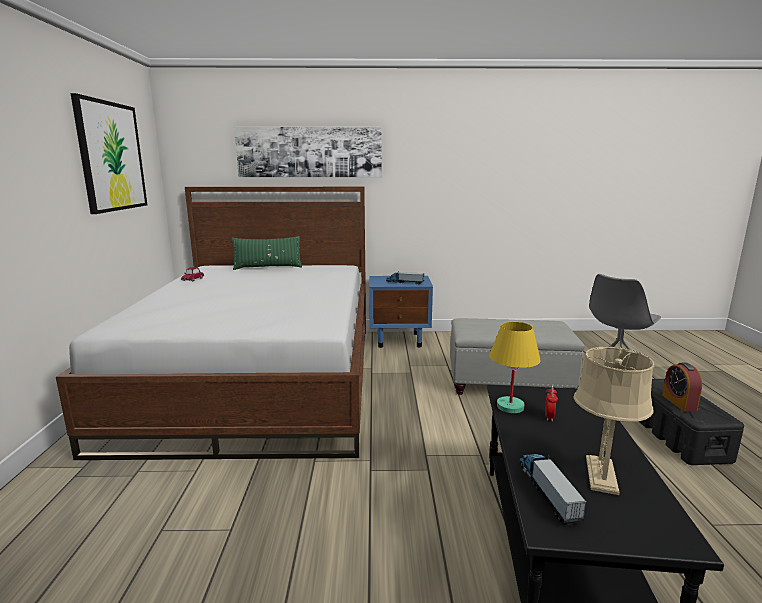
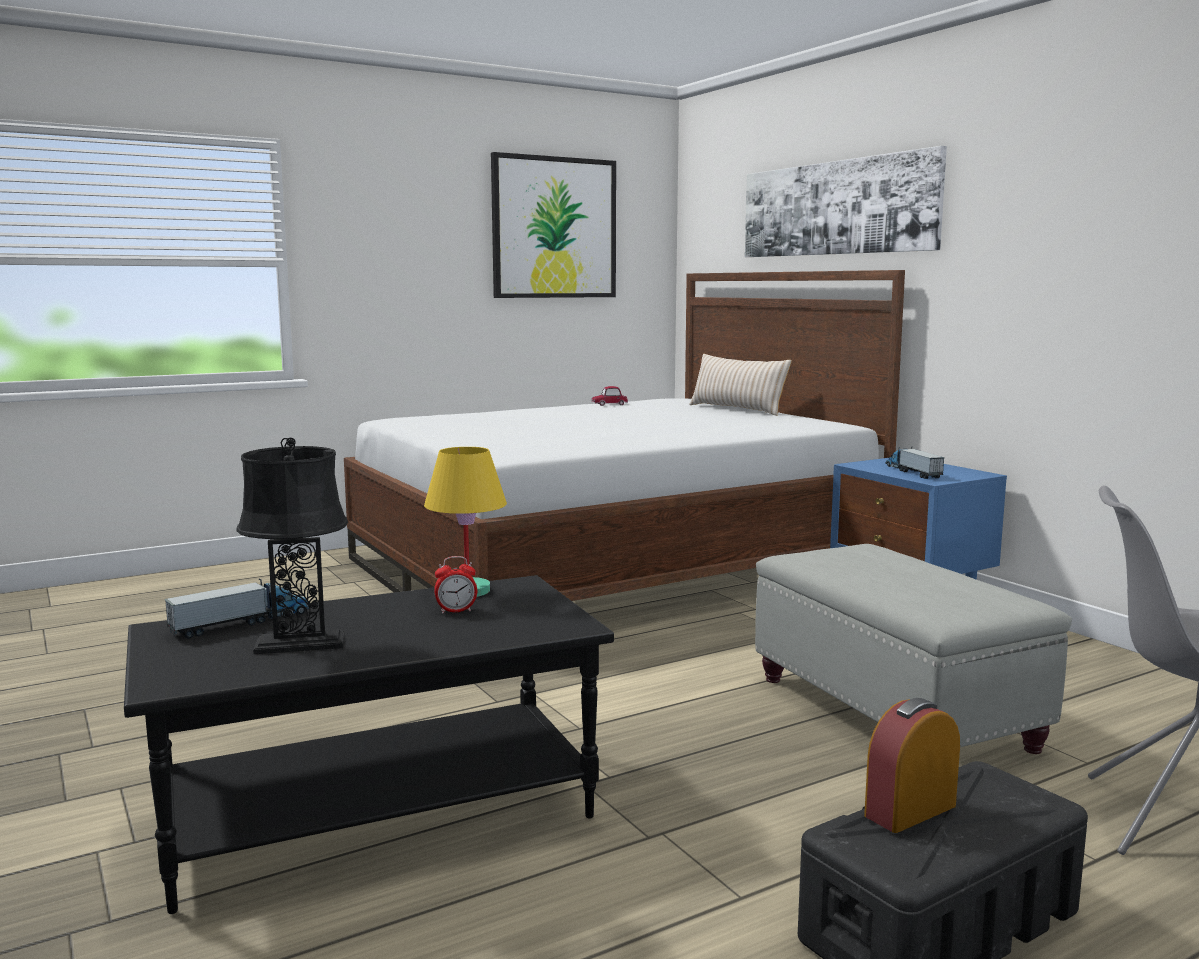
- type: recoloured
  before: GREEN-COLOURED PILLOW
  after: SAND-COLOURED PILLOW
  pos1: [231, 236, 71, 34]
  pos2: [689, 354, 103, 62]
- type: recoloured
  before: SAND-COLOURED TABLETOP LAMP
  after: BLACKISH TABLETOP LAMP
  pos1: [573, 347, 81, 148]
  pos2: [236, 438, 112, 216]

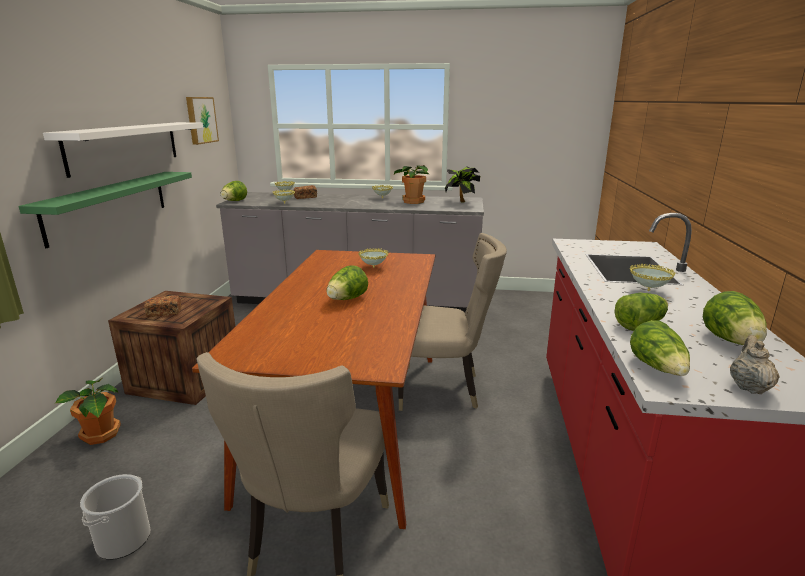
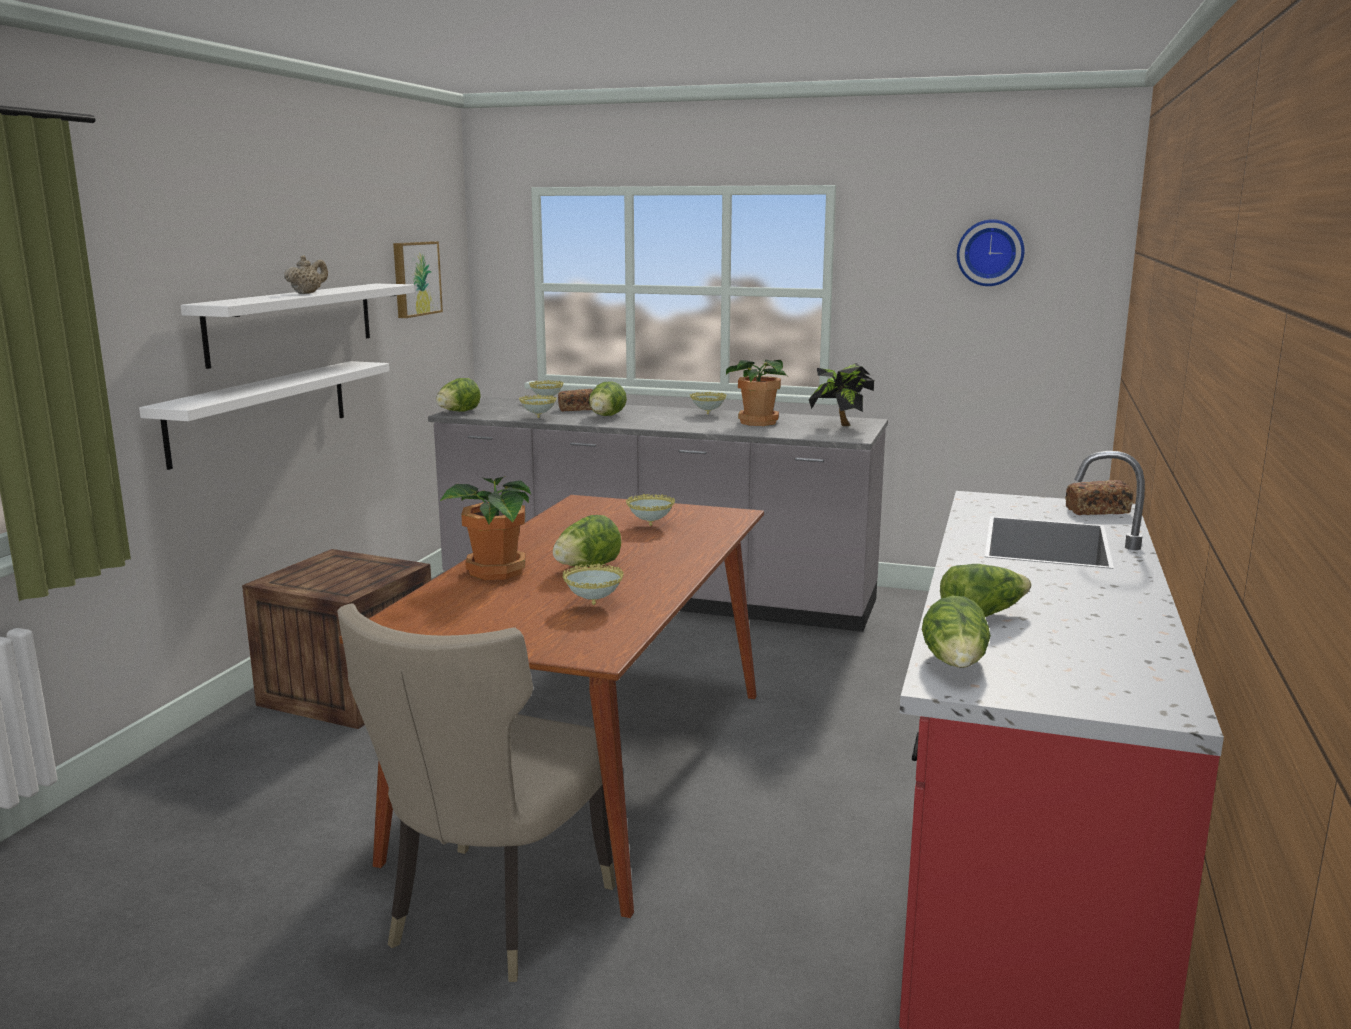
- type: recoloured
  before: GREEN-COLOURED SHELF
  after: WHITISH SHELF
  pos1: [19, 172, 173, 76]
  pos2: [139, 361, 250, 109]
- type: moved
  before: POTTED PLANT
  pos1: [55, 378, 66, 67]
  pos2: [440, 476, 91, 104]
- type: removed
  before: WATER BUCKET
  pos1: [80, 474, 71, 86]
- type: moved
  before: BAKED BREAD
  pos1: [144, 295, 37, 22]
  pos2: [1065, 480, 68, 35]
- type: removed
  before: SAND-COLOURED CHAIR
  pos1: [398, 233, 109, 178]
- type: moved
  before: BOWL
  pos1: [630, 264, 45, 27]
  pos2: [562, 563, 62, 42]
- type: moved
  before: LETTUCE
  pos1: [703, 291, 64, 54]
  pos2: [589, 381, 38, 35]
- type: moved
  before: SAND-COLOURED TEA POT
  pos1: [730, 335, 50, 59]
  pos2: [284, 255, 44, 39]
- type: added
  after: HANGING CLOCK
  pos2: [957, 219, 67, 67]

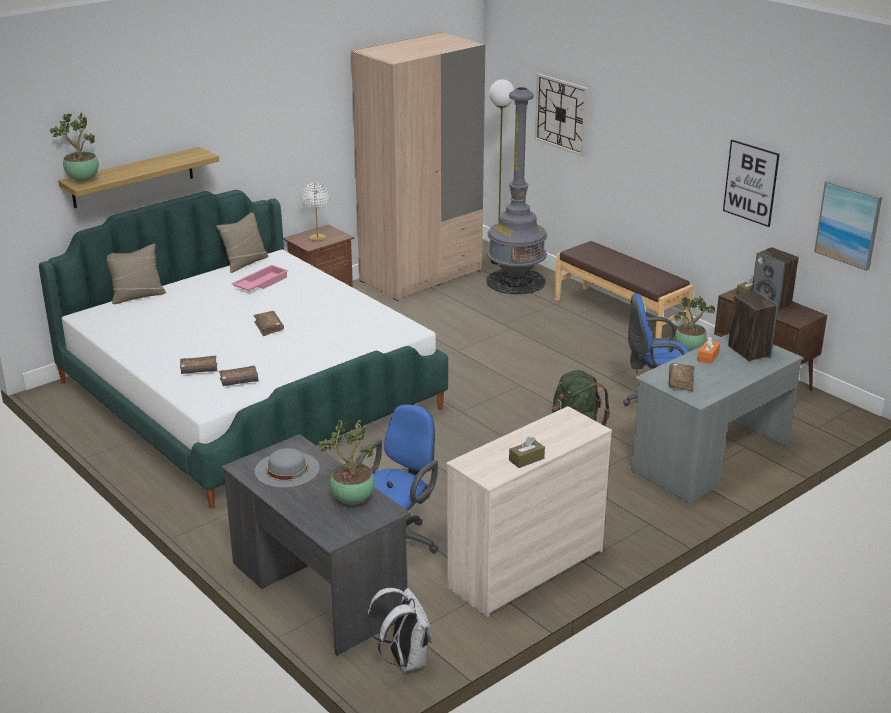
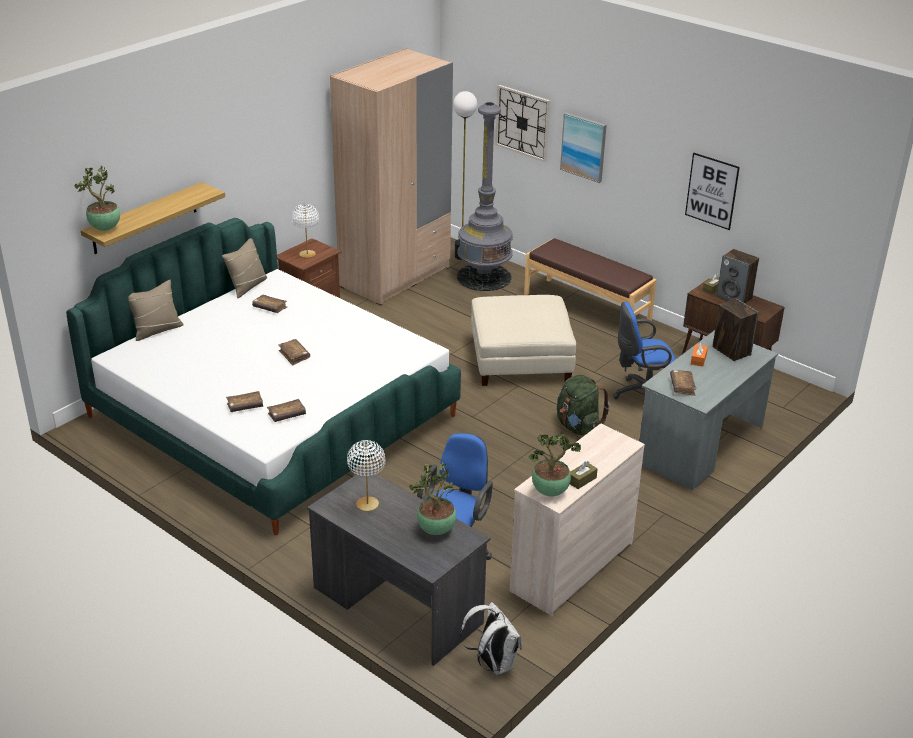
- type: replaced
  before: PINK-COLOURED SERVING TRAY
  after: BROWN BOOK
  pos1: [231, 265, 57, 26]
  pos2: [252, 295, 35, 18]
- type: replaced
  before: GREYISH CLOTHING HAT
  after: WHITISH TABLETOP LAMP
  pos1: [255, 448, 65, 40]
  pos2: [347, 440, 39, 72]
- type: moved
  before: POTTED PLANT
  pos1: [674, 296, 41, 55]
  pos2: [529, 433, 52, 64]
- type: moved
  before: PICTURE
  pos1: [814, 180, 68, 91]
  pos2: [560, 112, 47, 71]
- type: added
  after: SAND-COLOURED OTTOMAN
  pos2: [471, 295, 105, 91]

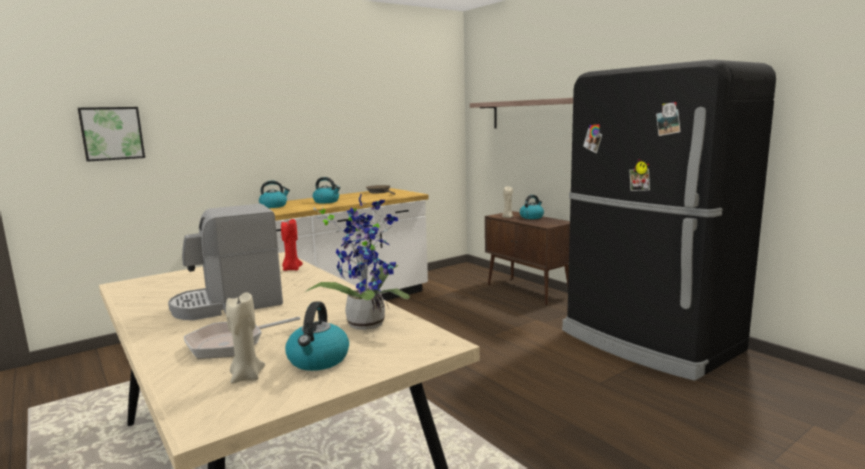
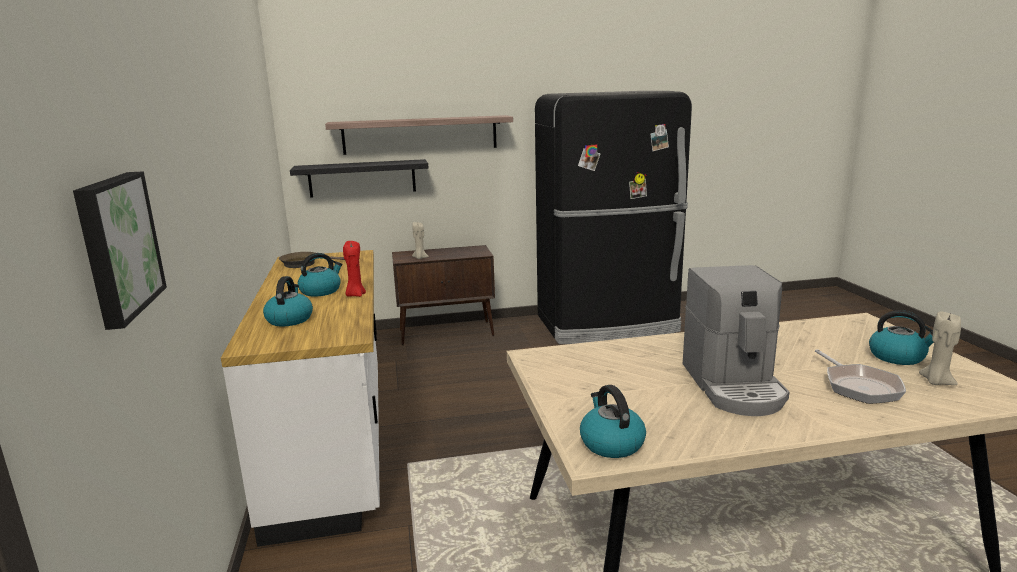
- type: moved
  before: REDDISH WAX LIGHT
  pos1: [281, 219, 22, 52]
  pos2: [343, 241, 23, 56]
- type: removed
  before: POTTED PLANT
  pos1: [304, 194, 106, 136]
- type: moved
  before: TEA KETTLE
  pos1: [520, 195, 24, 24]
  pos2: [580, 385, 66, 73]
- type: added
  after: BLACKISH SHELF
  pos2: [290, 159, 139, 39]

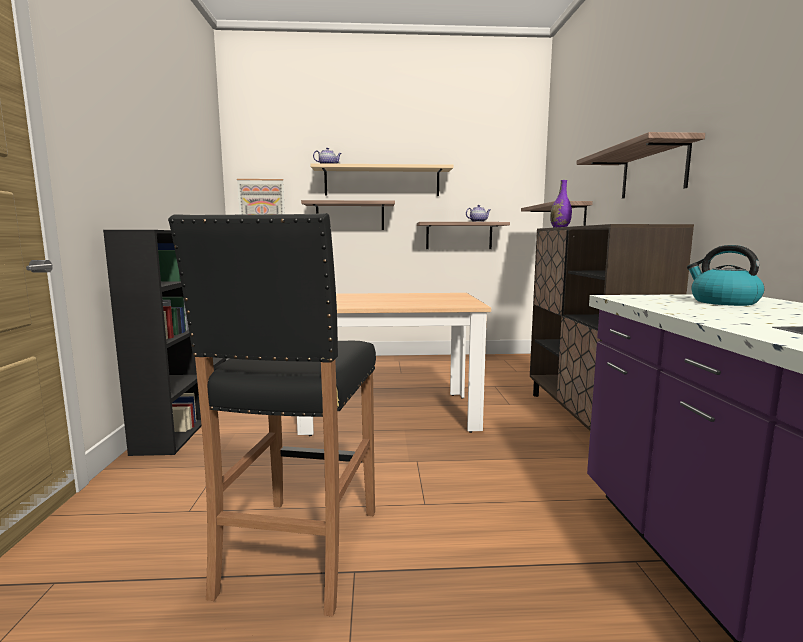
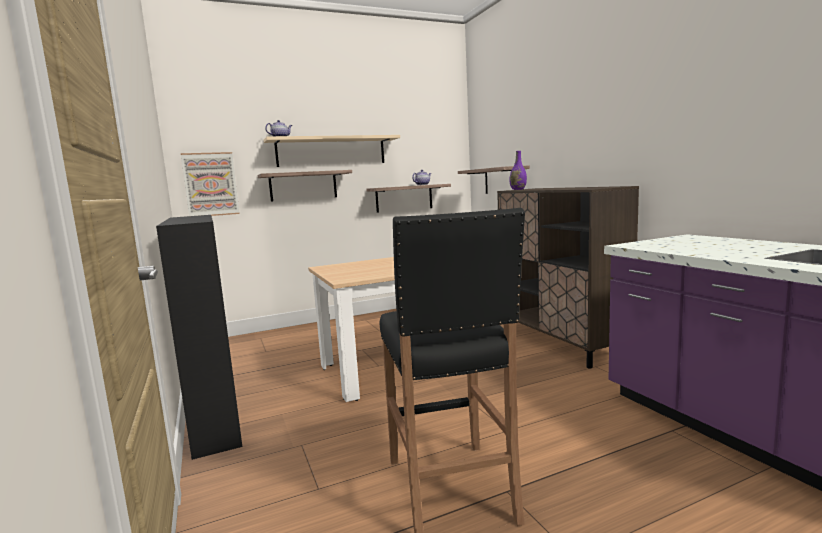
- type: removed
  before: SHELF
  pos1: [576, 132, 129, 67]
- type: removed
  before: TEA KETTLE
  pos1: [687, 245, 77, 61]

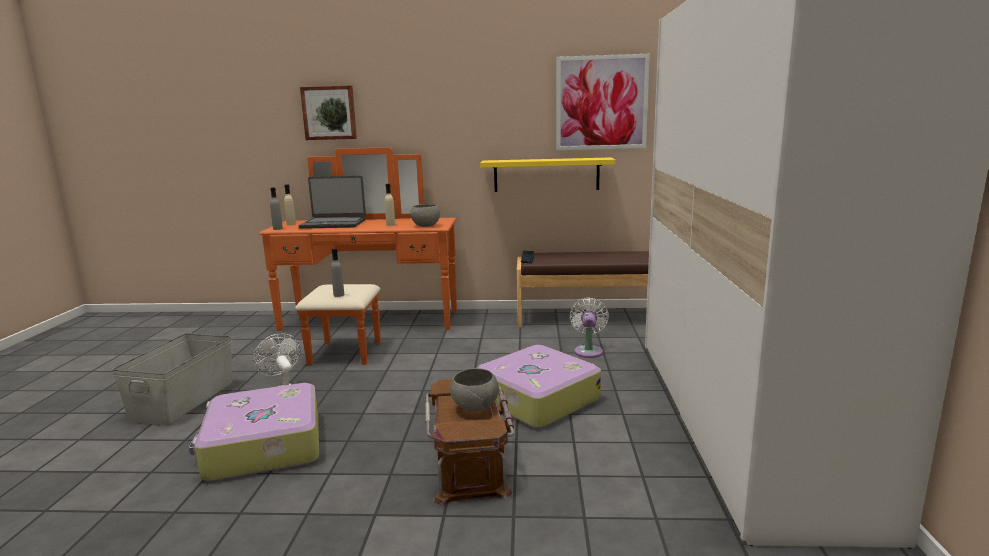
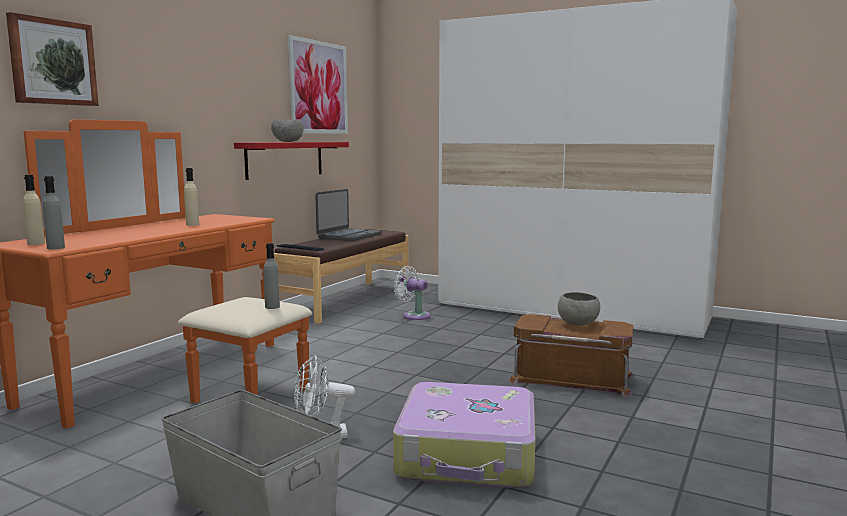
- type: moved
  before: LAPTOP
  pos1: [299, 176, 67, 53]
  pos2: [315, 189, 67, 52]
- type: moved
  before: GREYISH BOWL
  pos1: [410, 204, 30, 23]
  pos2: [271, 119, 32, 23]
- type: removed
  before: TRAVEL CASE
  pos1: [477, 345, 124, 83]
- type: recoloured
  before: YELLOW-COLOURED SHELF
  after: REDDISH SHELF
  pos1: [480, 157, 135, 35]
  pos2: [234, 142, 115, 38]

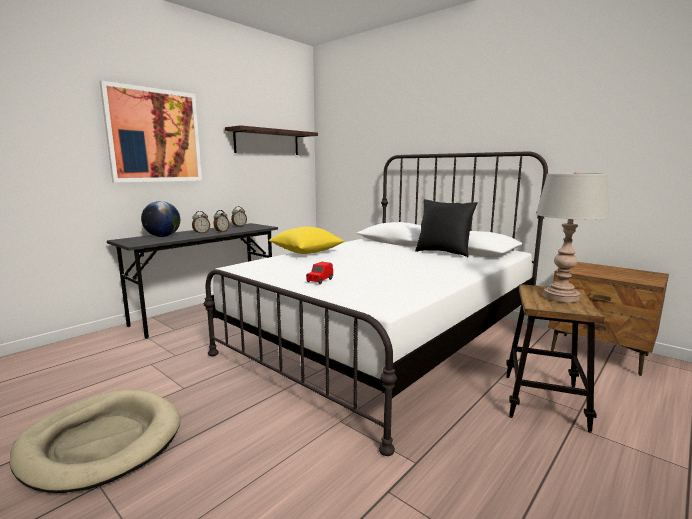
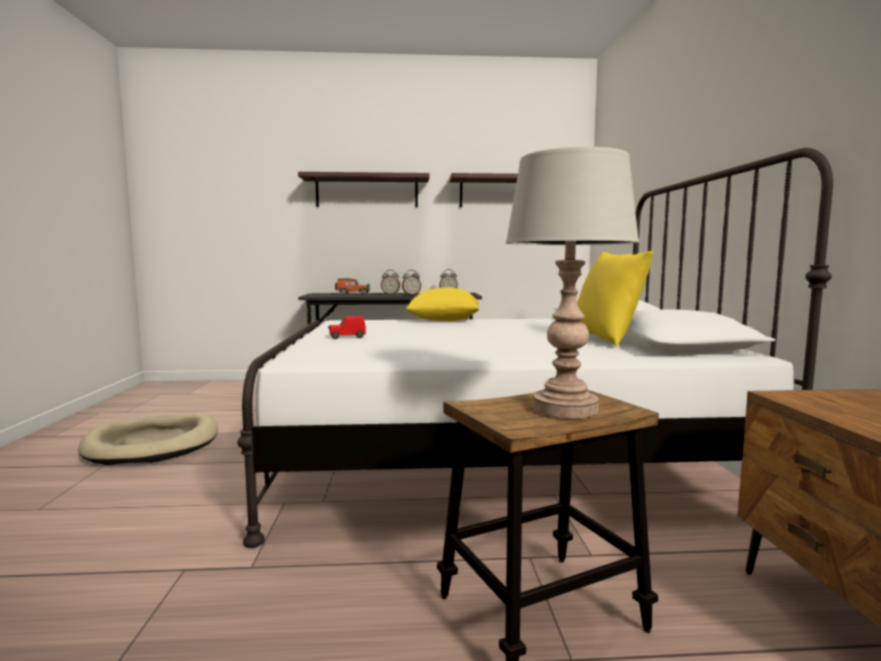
- type: replaced
  before: PICTURE
  after: SHELF
  pos1: [99, 80, 103, 103]
  pos2: [298, 172, 132, 35]
- type: replaced
  before: DESK GLOBE
  after: MINIATURE CAR
  pos1: [141, 201, 39, 36]
  pos2: [335, 278, 35, 17]
- type: recoloured
  before: BLACKISH PILLOW
  after: YELLOW-COLOURED PILLOW
  pos1: [415, 199, 63, 58]
  pos2: [577, 251, 76, 96]

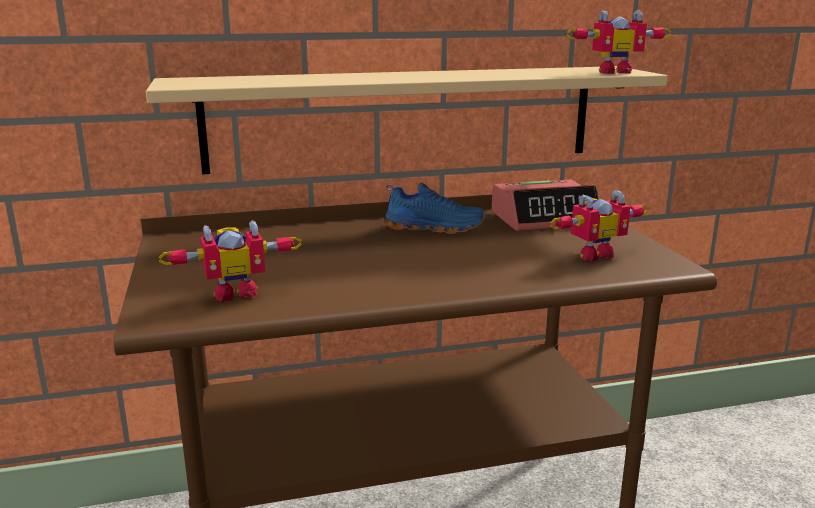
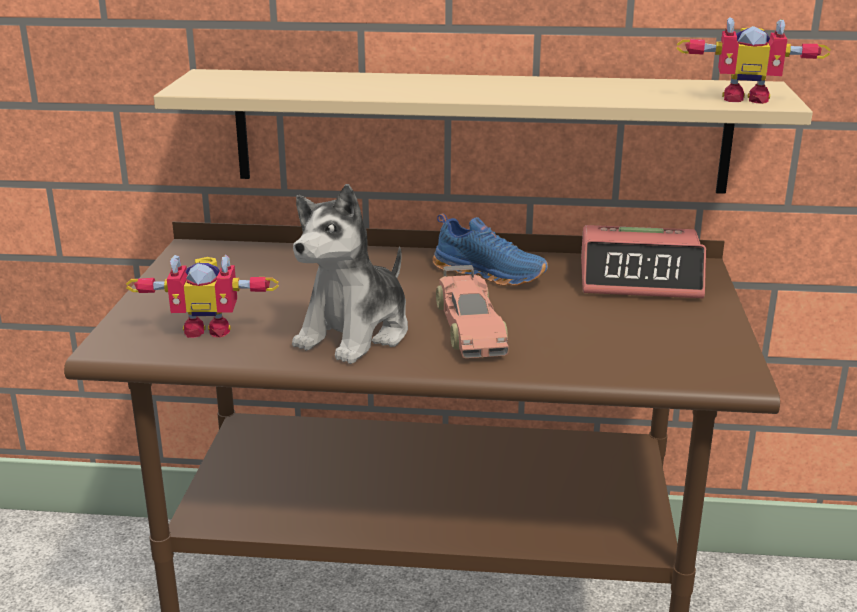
- type: removed
  before: MODEL ROBOT
  pos1: [550, 190, 98, 72]
- type: added
  after: SOFT TOY
  pos2: [292, 184, 116, 180]
- type: added
  after: MINIATURE CAR
  pos2: [436, 265, 73, 93]

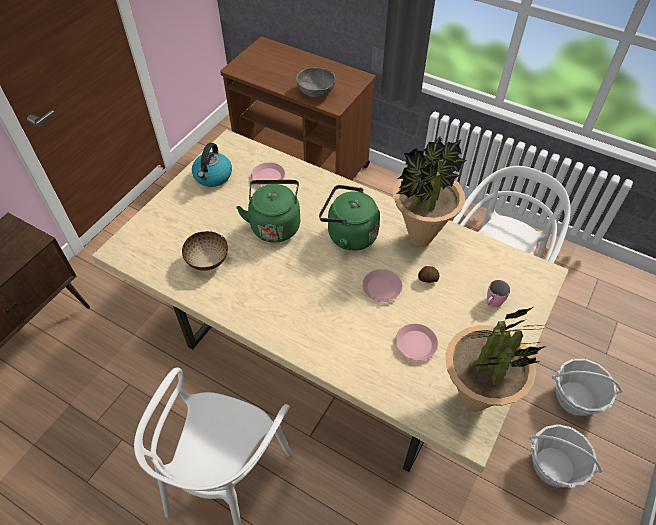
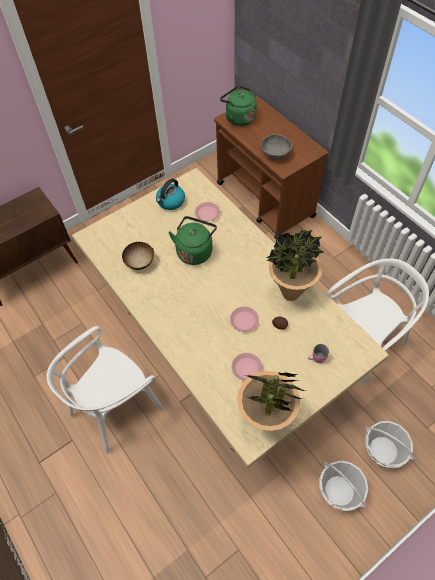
- type: moved
  before: GREEN-COLOURED TEA KETTLE
  pos1: [319, 185, 61, 66]
  pos2: [220, 85, 36, 41]

